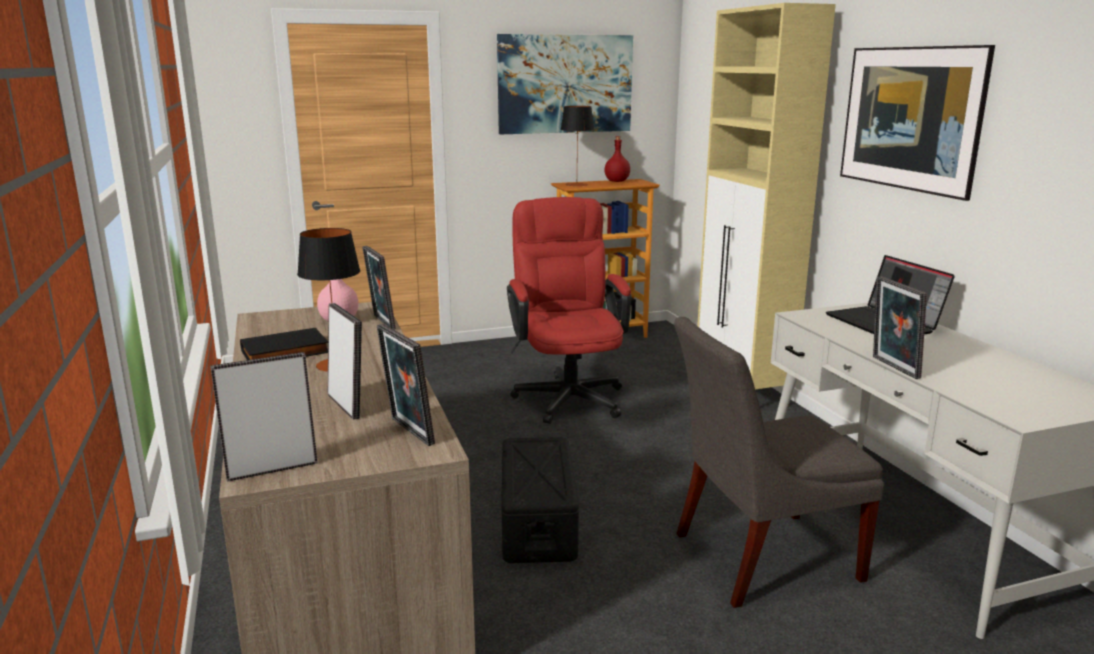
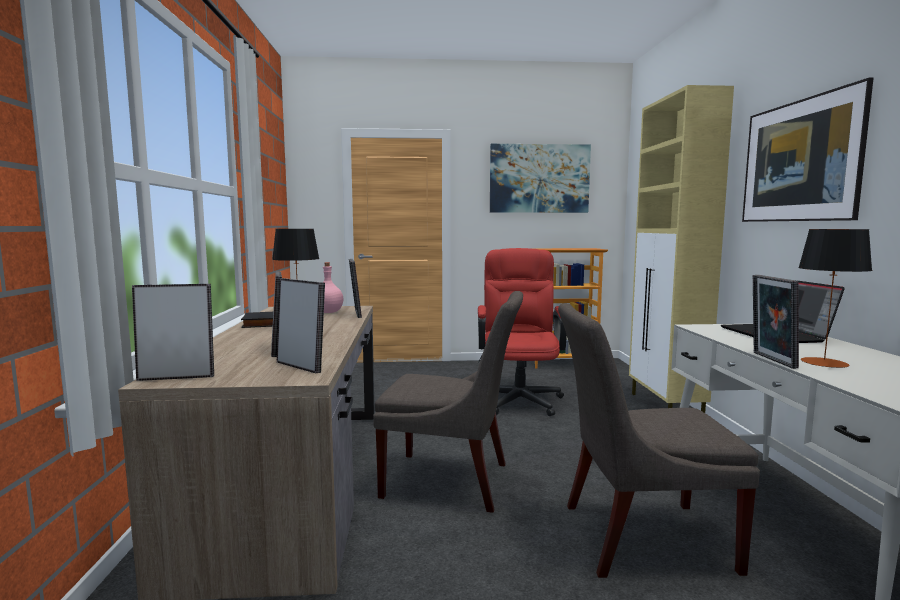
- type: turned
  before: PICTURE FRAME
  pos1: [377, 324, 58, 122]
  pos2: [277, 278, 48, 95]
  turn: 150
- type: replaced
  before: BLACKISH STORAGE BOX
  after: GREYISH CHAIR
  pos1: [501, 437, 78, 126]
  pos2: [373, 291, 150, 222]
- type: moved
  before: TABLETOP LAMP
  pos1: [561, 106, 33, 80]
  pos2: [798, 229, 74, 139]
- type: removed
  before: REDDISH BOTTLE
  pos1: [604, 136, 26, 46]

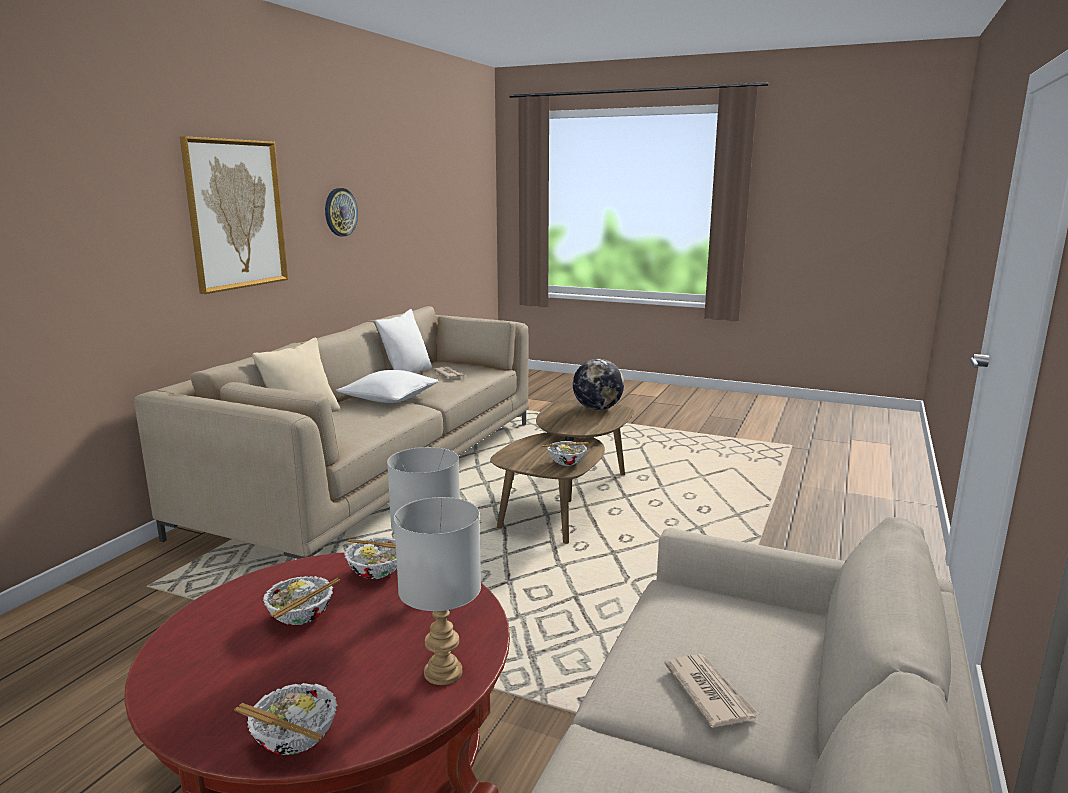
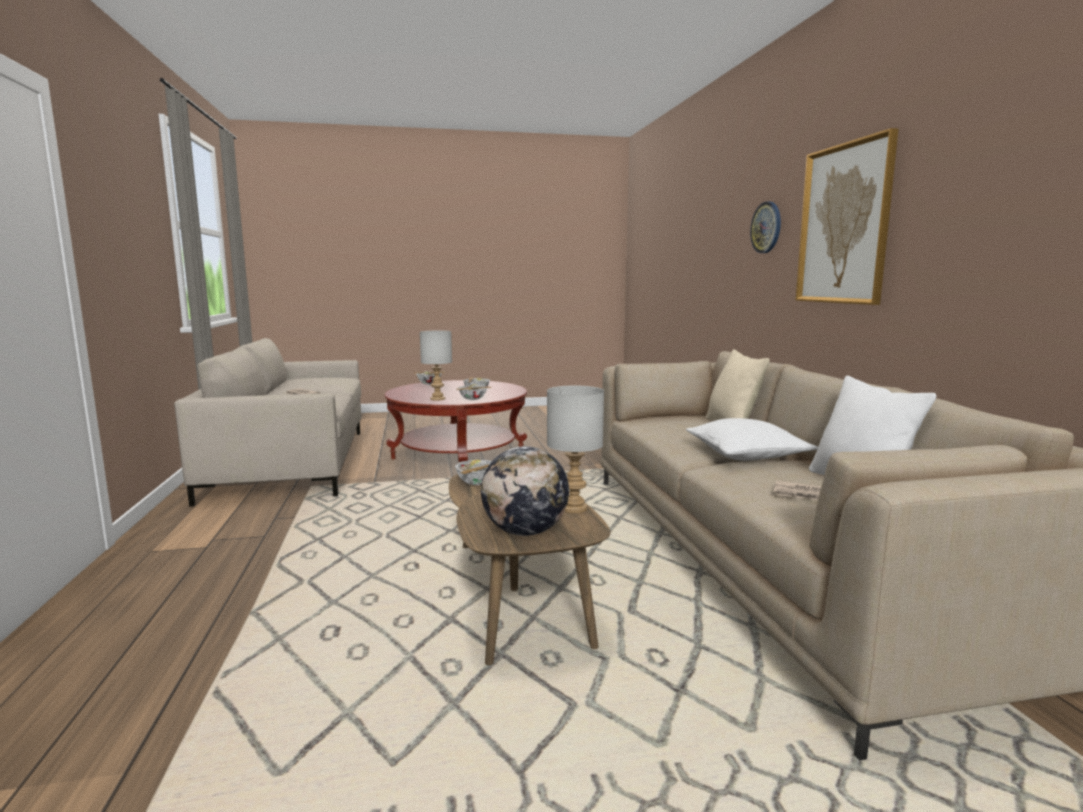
- type: moved
  before: HANGING CLOCK
  pos1: [325, 188, 33, 49]
  pos2: [750, 201, 31, 52]
- type: moved
  before: GREYISH TABLETOP LAMP
  pos1: [394, 497, 87, 188]
  pos2: [547, 385, 57, 128]

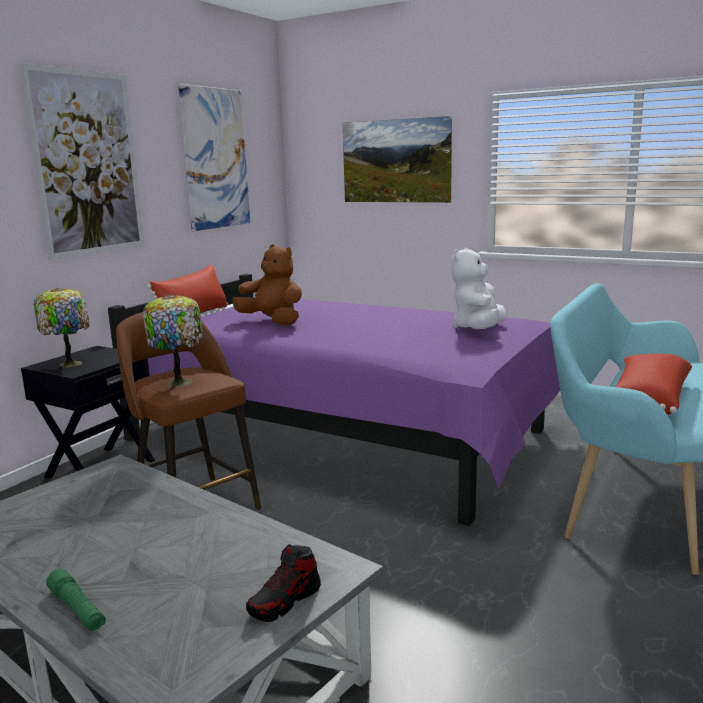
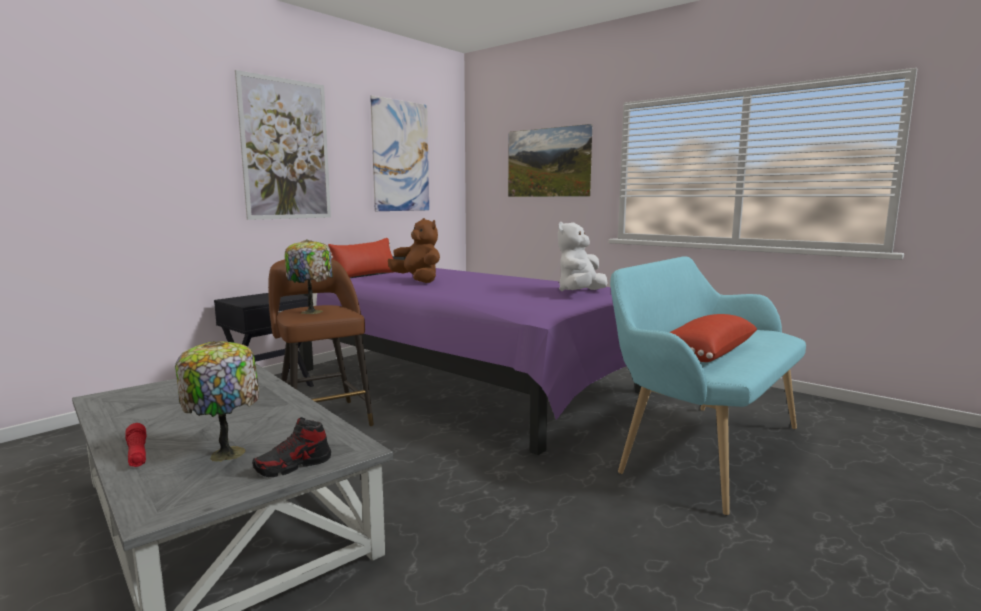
- type: moved
  before: TABLETOP LAMP
  pos1: [34, 288, 56, 80]
  pos2: [175, 341, 84, 120]
- type: recoloured
  before: GREEN-COLOURED FLASHLIGHT
  after: REDDISH FLASHLIGHT
  pos1: [46, 569, 60, 62]
  pos2: [125, 423, 21, 44]

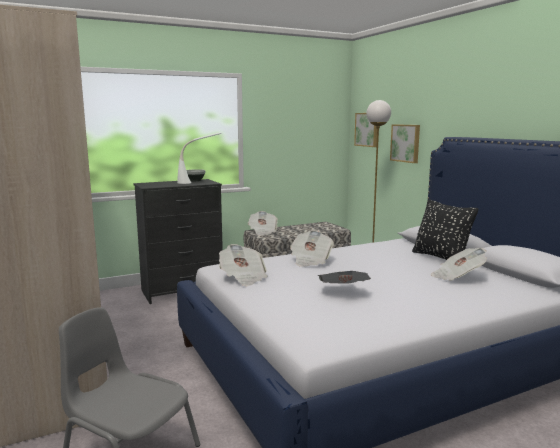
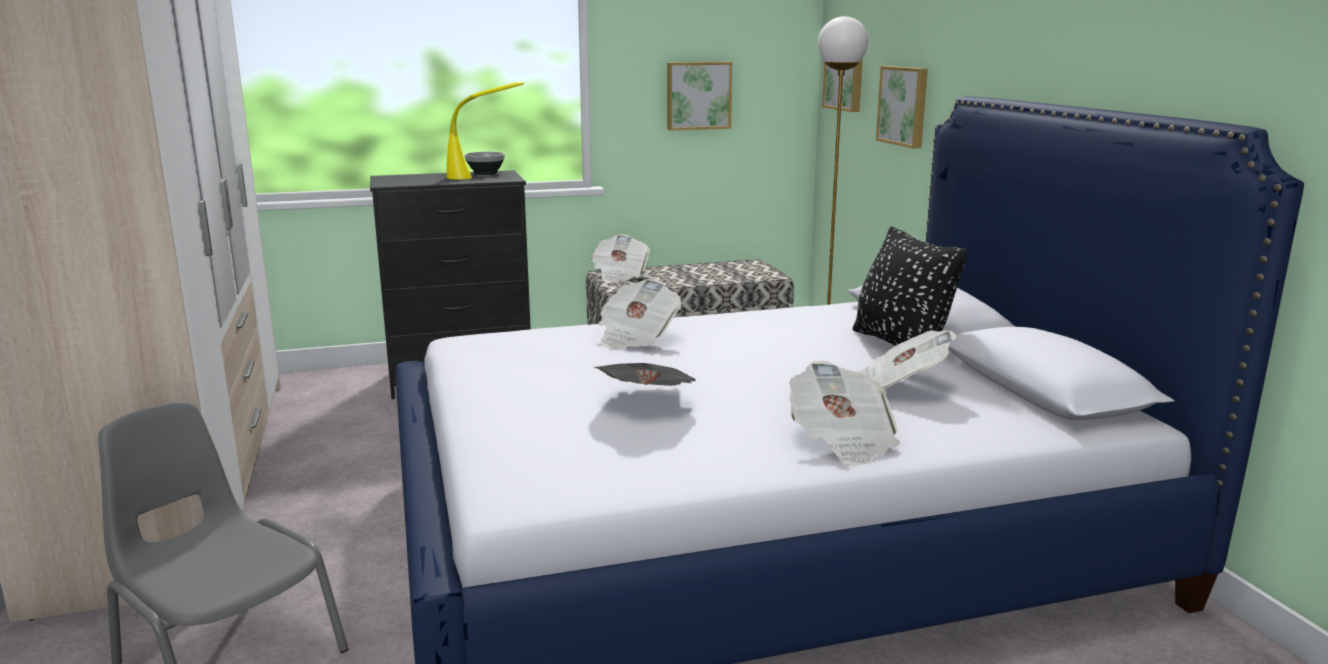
- type: recoloured
  before: WHITISH TABLETOP LAMP
  after: YELLOW-COLOURED TABLETOP LAMP
  pos1: [177, 132, 45, 52]
  pos2: [446, 81, 78, 99]
- type: moved
  before: PRINTED PAPER
  pos1: [219, 244, 49, 42]
  pos2: [789, 361, 111, 105]
- type: added
  after: PICTURE
  pos2: [667, 62, 65, 68]

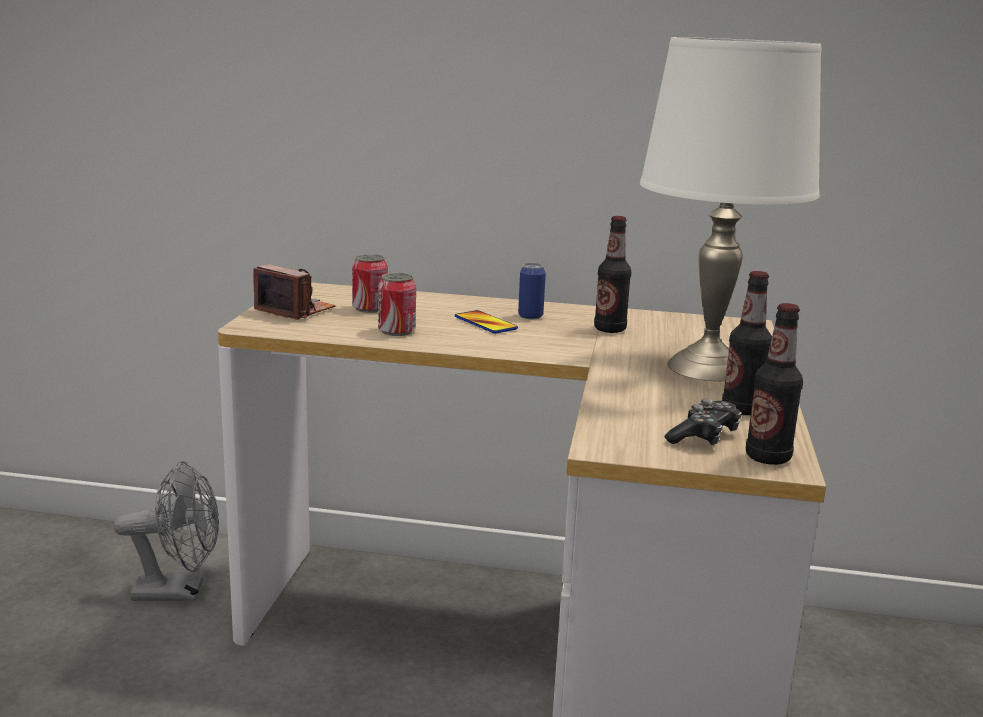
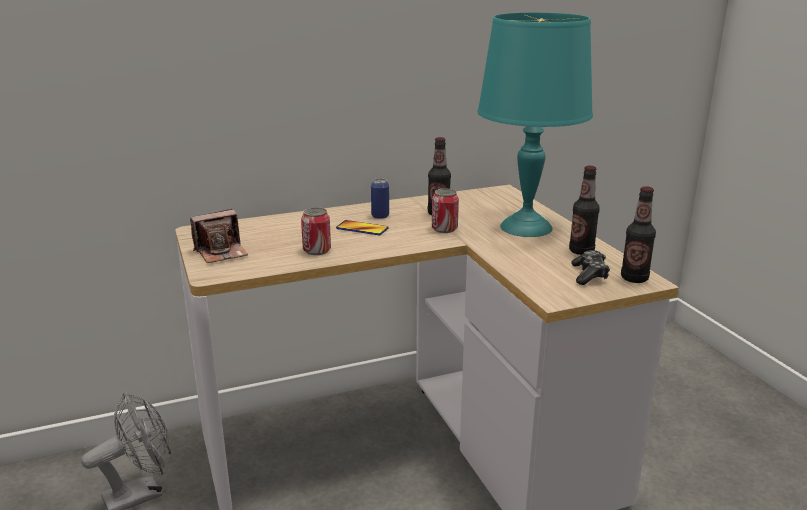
- type: turned
  before: PHOTO CAMERA
  pos1: [253, 264, 83, 56]
  pos2: [190, 209, 58, 54]
  turn: 150
- type: moved
  before: CAN
  pos1: [352, 254, 36, 59]
  pos2: [432, 189, 27, 44]
- type: recoloured
  before: WHITISH TABLETOP LAMP
  after: BLUE-GREEN TABLETOP LAMP
  pos1: [640, 37, 181, 344]
  pos2: [477, 12, 116, 225]

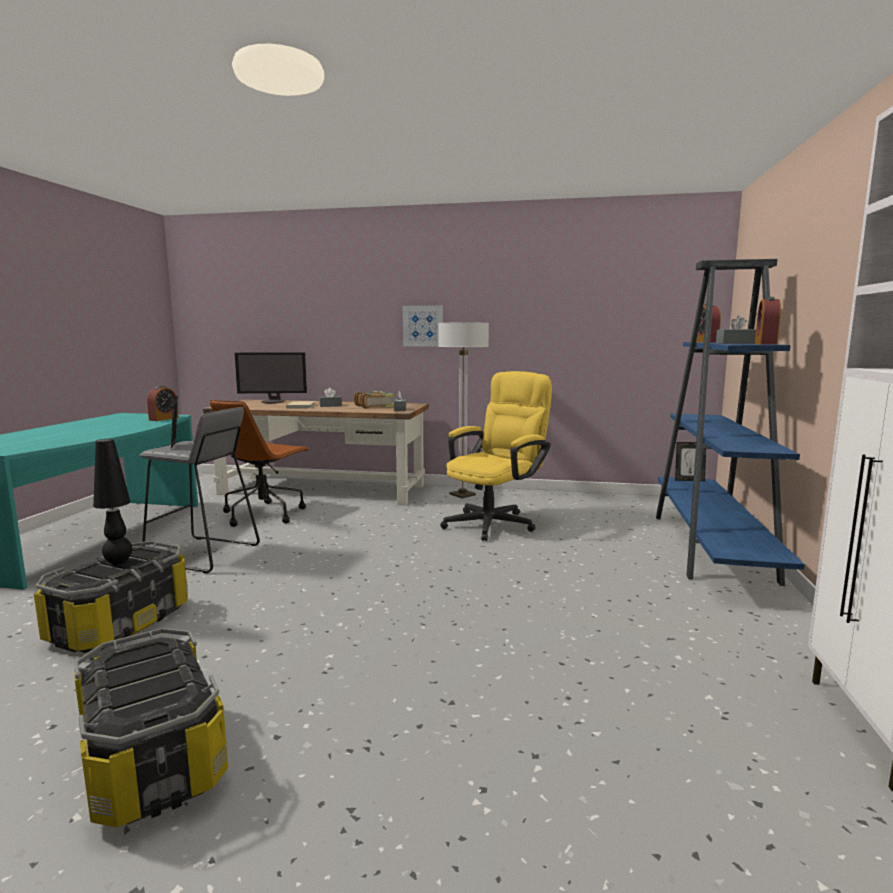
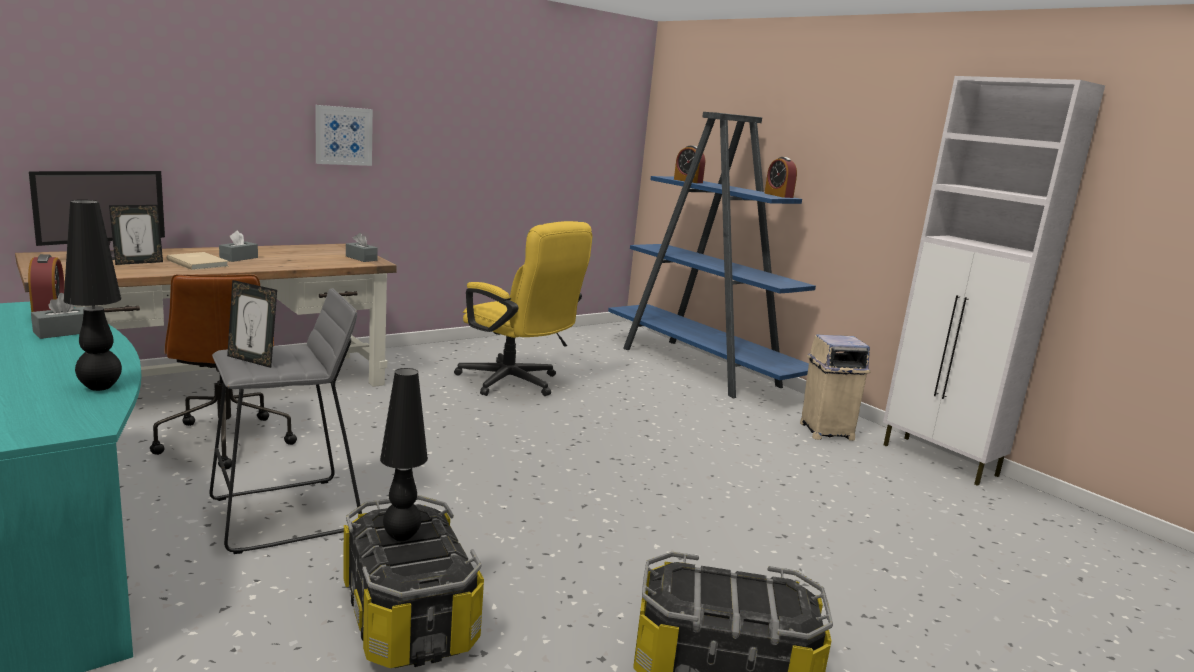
- type: removed
  before: BOOK
  pos1: [354, 391, 40, 18]
- type: removed
  before: STANDING LAMP
  pos1: [438, 322, 51, 176]
- type: turned
  before: YELLOW-COLOURED OFFICE CHAIR
  pos1: [440, 371, 112, 170]
  pos2: [454, 221, 138, 175]
  turn: 135
- type: moved
  before: PICTURE FRAME
  pos1: [675, 442, 31, 39]
  pos2: [109, 205, 54, 60]
- type: moved
  before: GREYISH BOX OF TISSUES
  pos1: [716, 316, 40, 28]
  pos2: [31, 293, 55, 46]
- type: added
  after: BLACKISH TABLETOP LAMP
  pos2: [63, 200, 59, 191]
- type: added
  after: SAND-COLOURED RUBBISH BIN
  pos2: [800, 334, 70, 107]

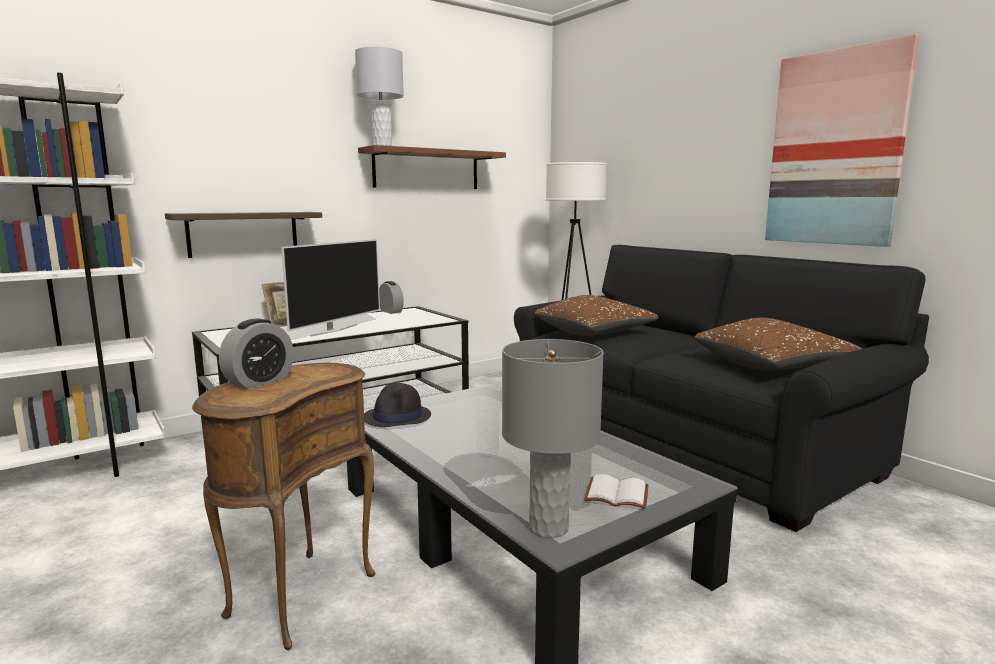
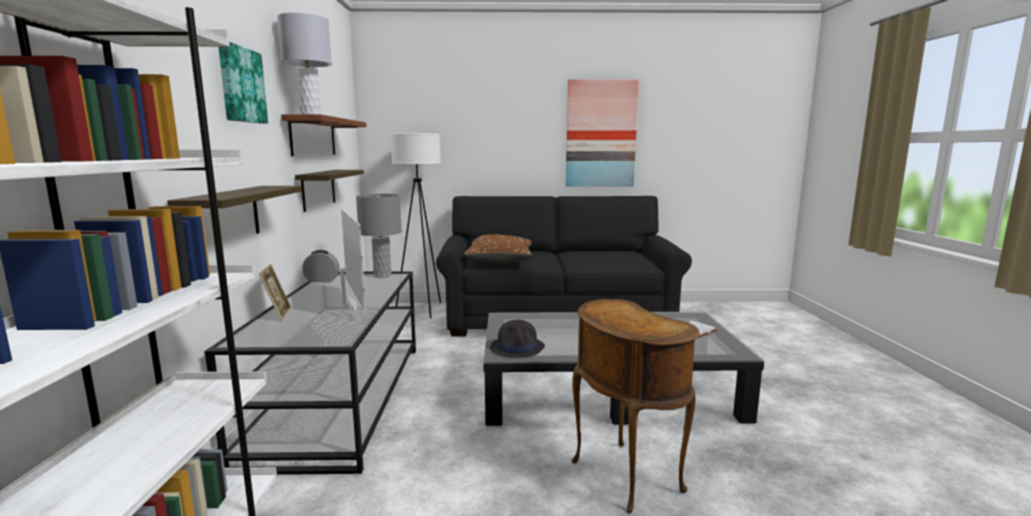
- type: removed
  before: BEDSIDE CLOCK
  pos1: [219, 319, 75, 70]
- type: moved
  before: GREYISH TABLETOP LAMP
  pos1: [502, 339, 102, 199]
  pos2: [356, 194, 46, 84]
- type: removed
  before: BROWN PILLOW
  pos1: [694, 318, 168, 52]
- type: added
  after: PICTURE
  pos2: [219, 42, 49, 82]
- type: added
  after: SHELF
  pos2: [295, 170, 69, 42]

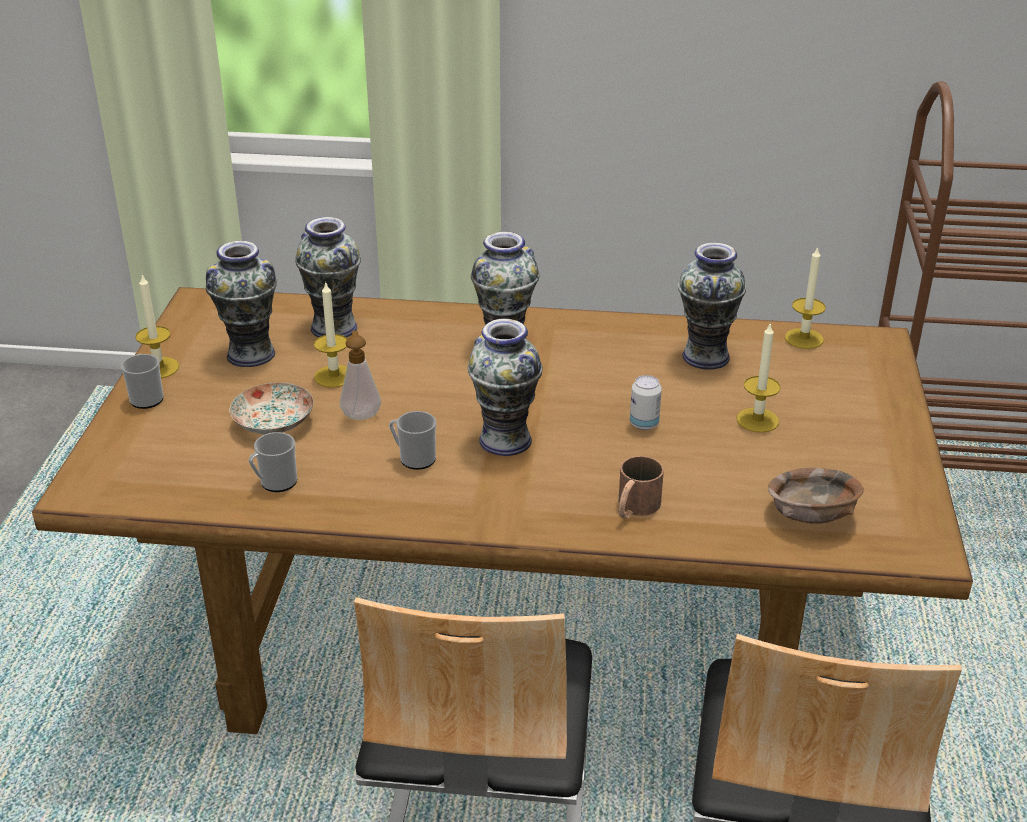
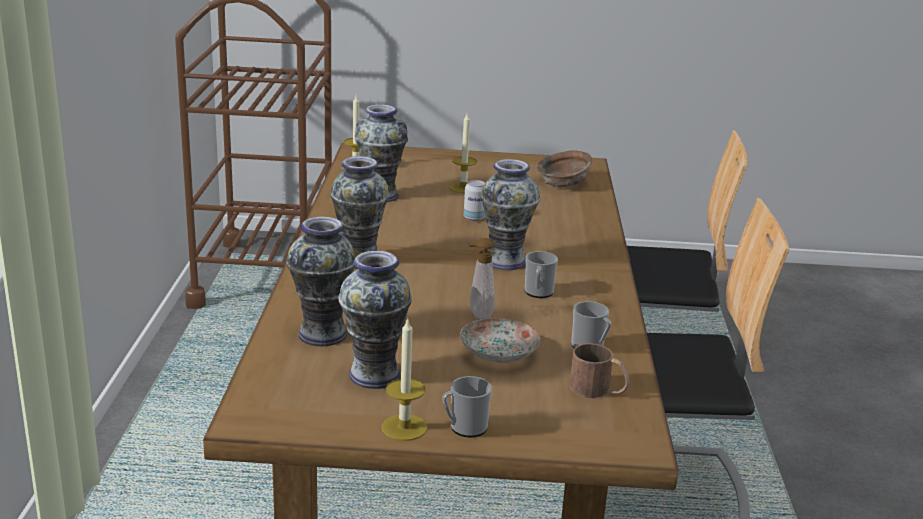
- type: removed
  before: WAX LIGHT
  pos1: [314, 281, 33, 107]
- type: moved
  before: BROWN COFFEE MUG
  pos1: [618, 456, 46, 63]
  pos2: [570, 343, 60, 55]

